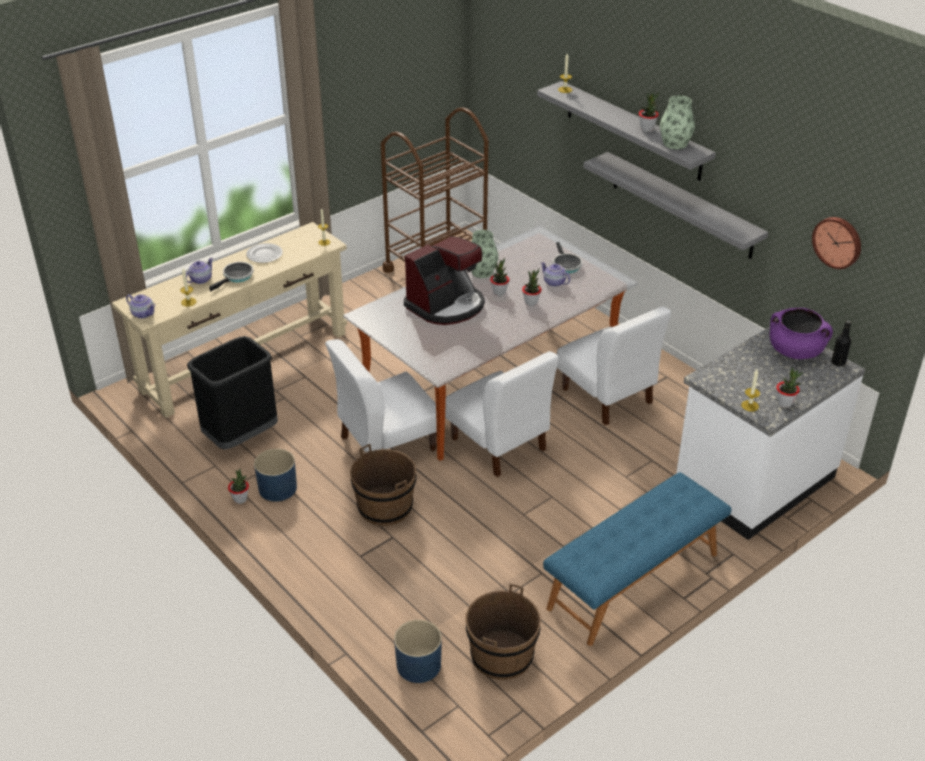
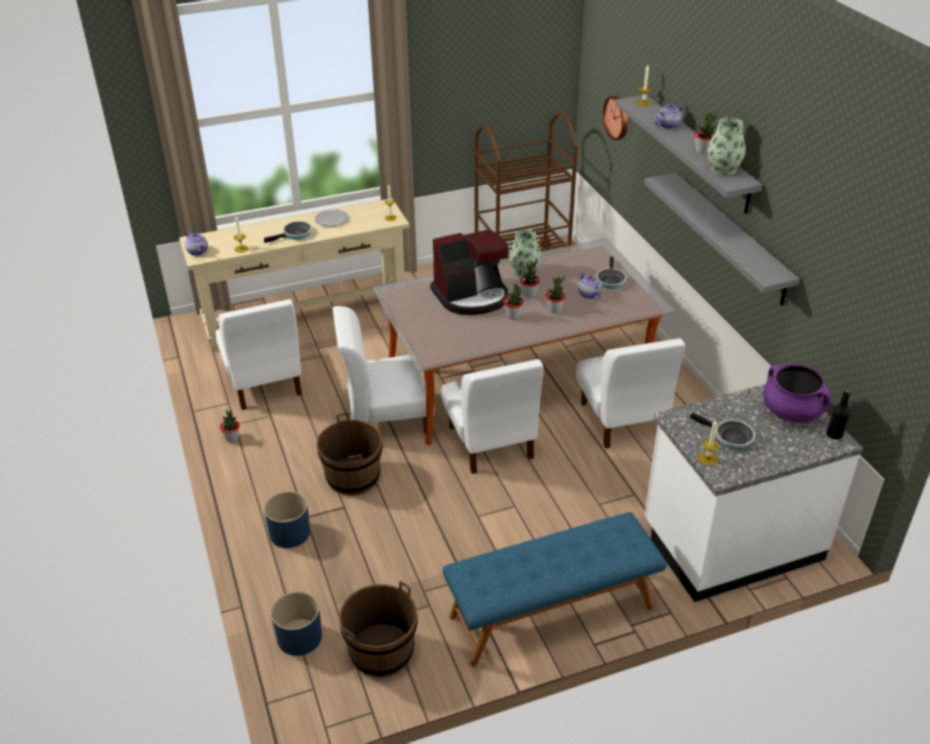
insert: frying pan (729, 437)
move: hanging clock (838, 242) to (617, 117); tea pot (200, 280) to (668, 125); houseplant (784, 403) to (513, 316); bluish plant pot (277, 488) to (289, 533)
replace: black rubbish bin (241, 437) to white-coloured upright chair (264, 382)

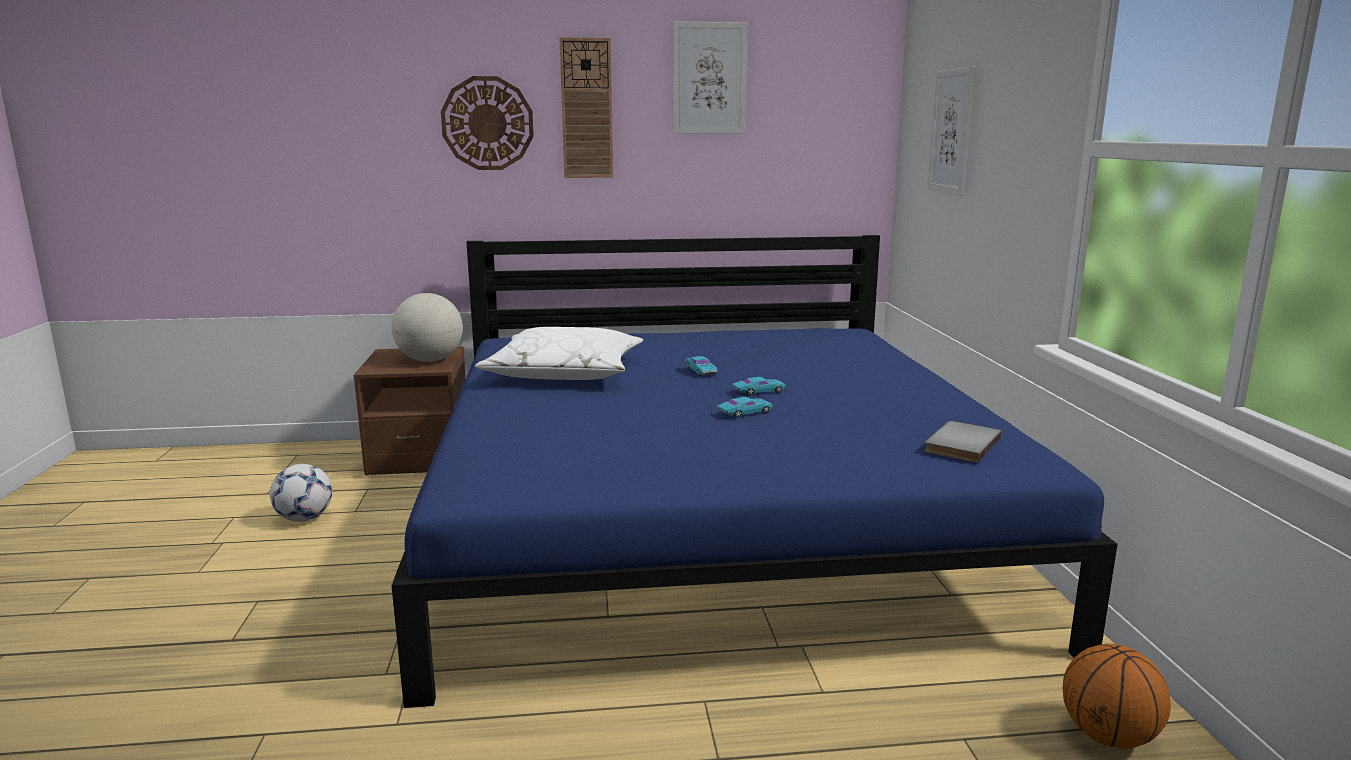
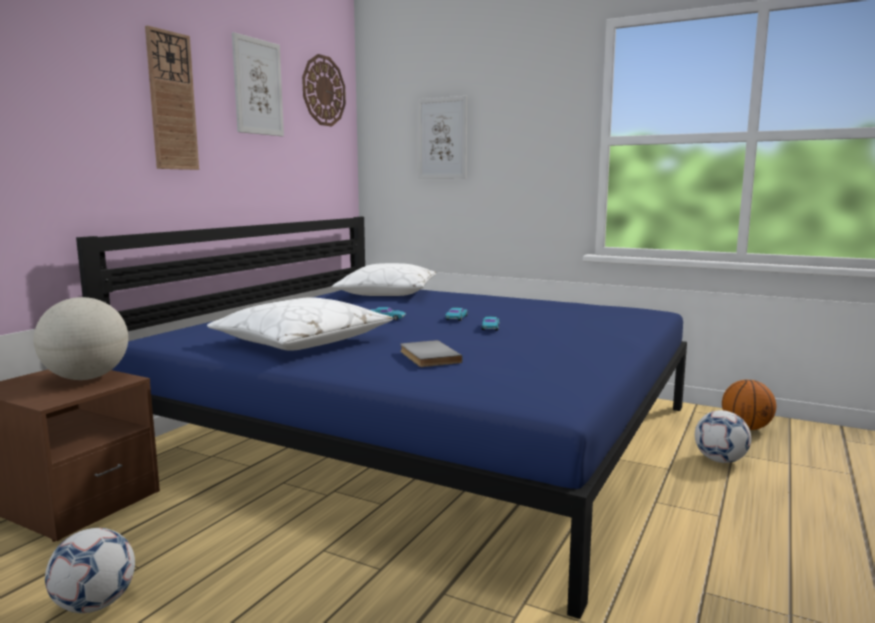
insert: white-coloured cushion (387, 293); football (720, 460)
move: hanging clock (487, 123) to (323, 91); greyish volume (959, 444) to (427, 357)

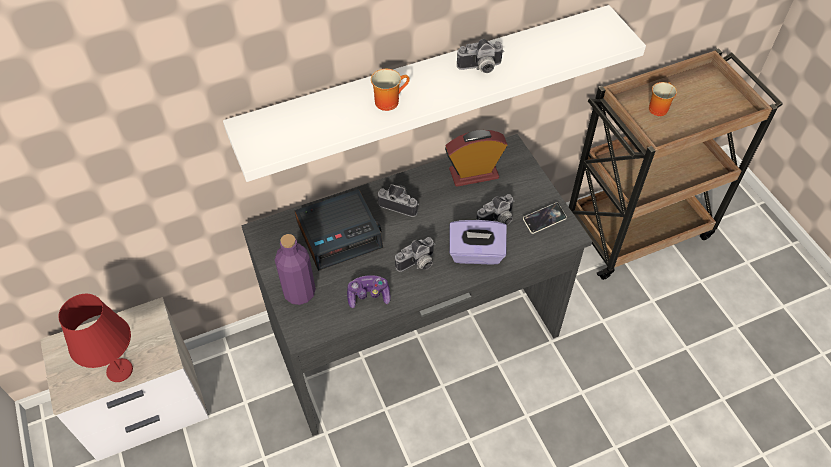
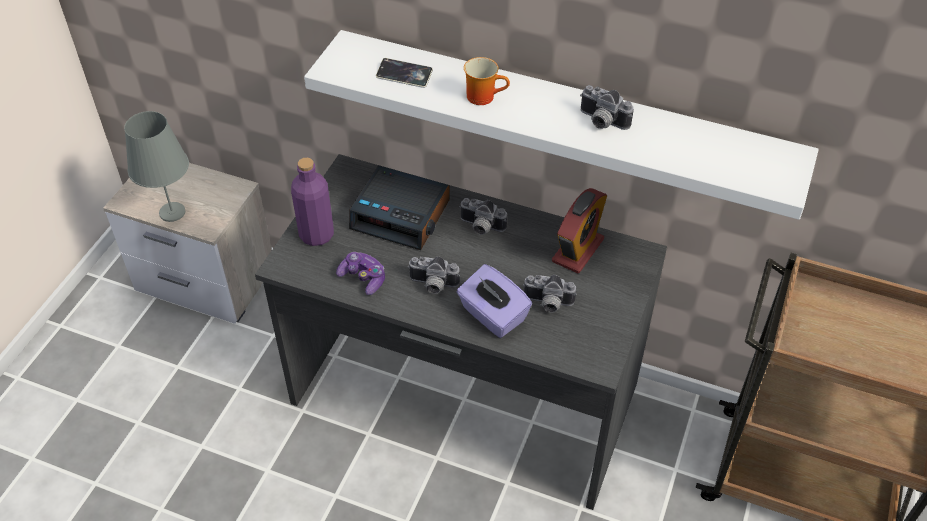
delete: tea mug (657, 107)
move: handset (544, 220) to (404, 76)
recolor: red-coloured tabletop lamp (120, 371) to greyish tabletop lamp (172, 212)
rotate: table clock (474, 174) = (578, 250) 90 degrees clockwise; photo camera (400, 203) = (480, 227) 135 degrees clockwise

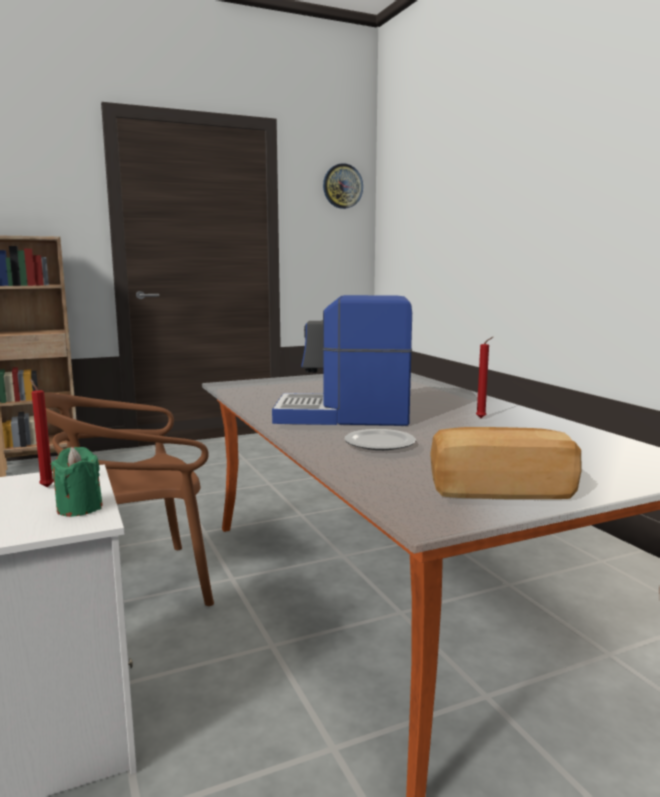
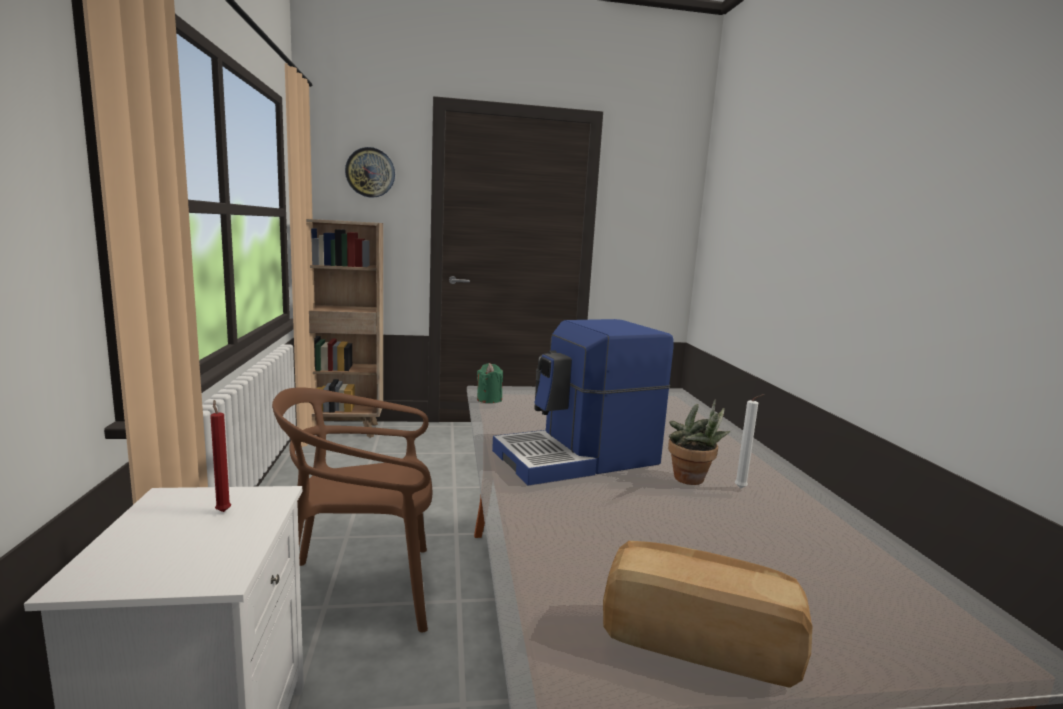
delete: plate (378, 443)
insert: houseplant (692, 481)
move: hanging clock (342, 186) to (370, 172); green wax candle (79, 508) to (489, 399)
recolor: red-coloured wax candle (482, 418) to white-coloured wax candle (742, 489)
rotate: coffee maker (343, 416) = (578, 458) 45 degrees counterclockwise

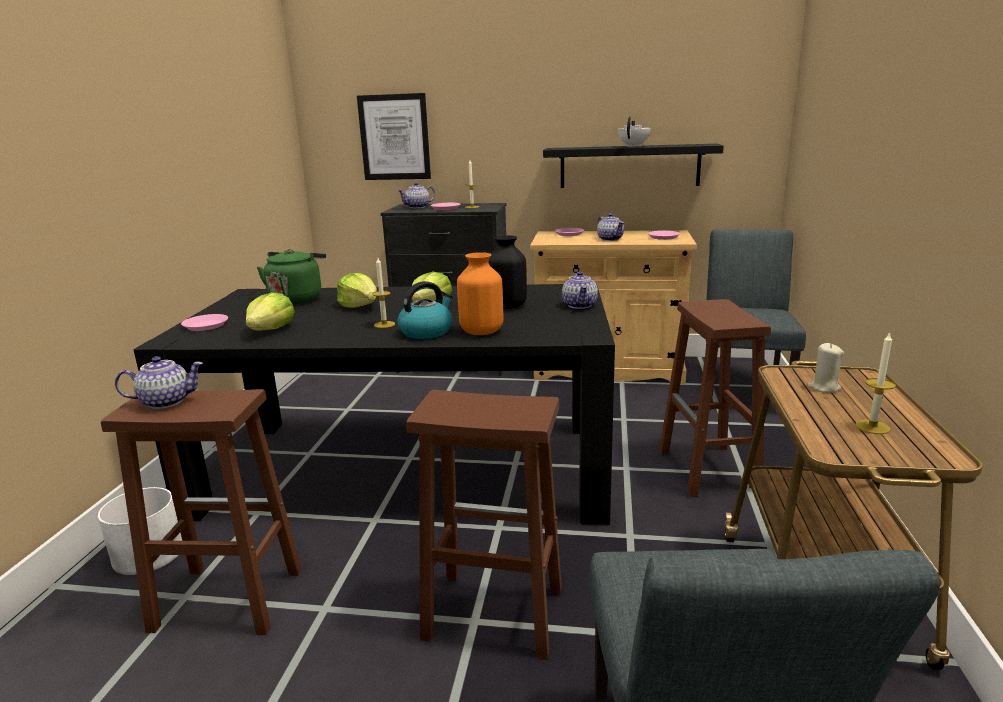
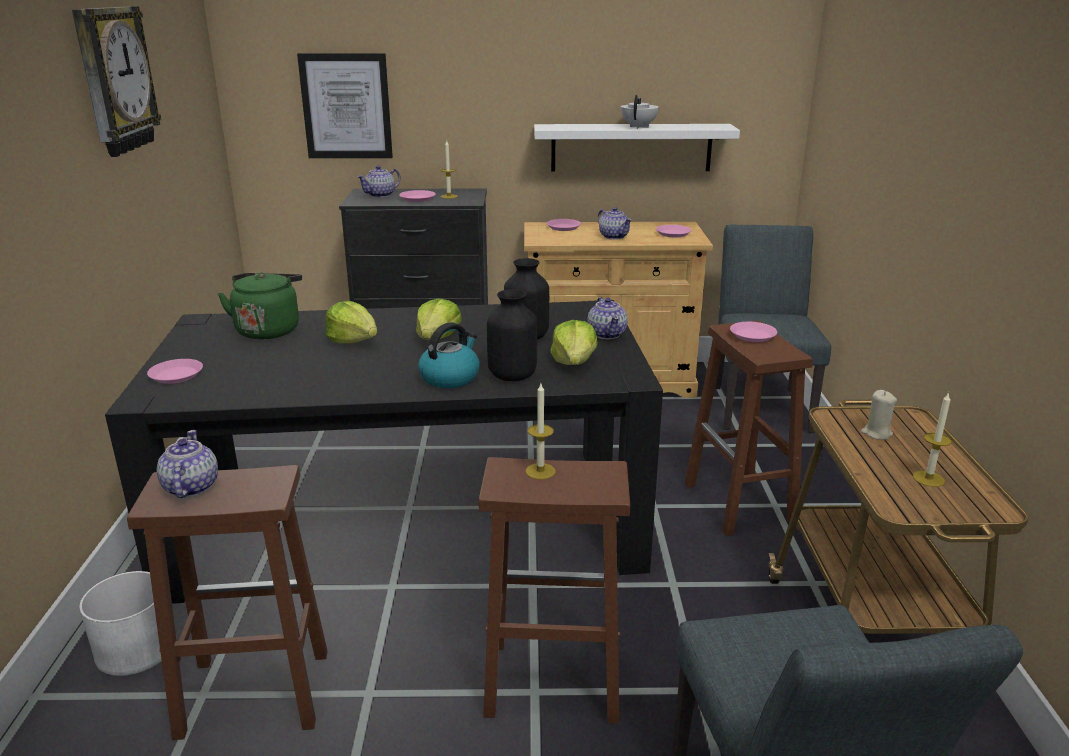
insert: hanging clock (114, 80); pink plate (753, 335)
move: wax candle (384, 324) to (540, 471); lettuce head (271, 330) to (574, 362)
recolor: black bracket shelf (629, 166) to white-coloured bracket shelf (631, 147); orangey decorative vase (482, 331) to black decorative vase (513, 375)
rotate: tea pot (165, 401) = (190, 487) 75 degrees counterclockwise

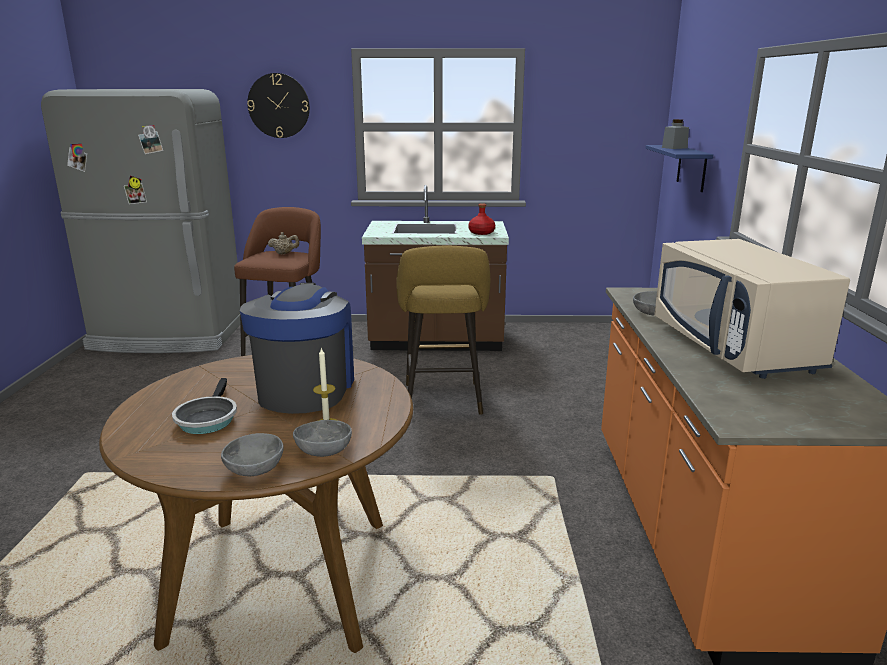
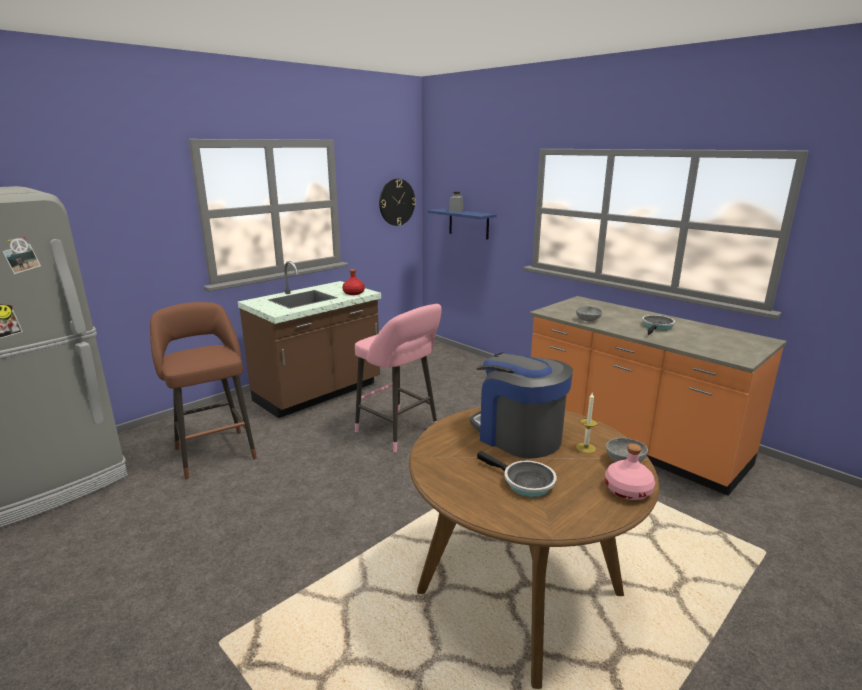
delete: beige-coloured tea pot (284, 253)
move: hanging clock (279, 105) to (396, 202)
replace: beige-coloured microwave oven (734, 348) to frying pan (657, 327); greyish bowl (254, 470) to pink beverage bottle (628, 490)
recolor: yellow-coloured sitting stool (443, 401) to pink sitting stool (400, 432)

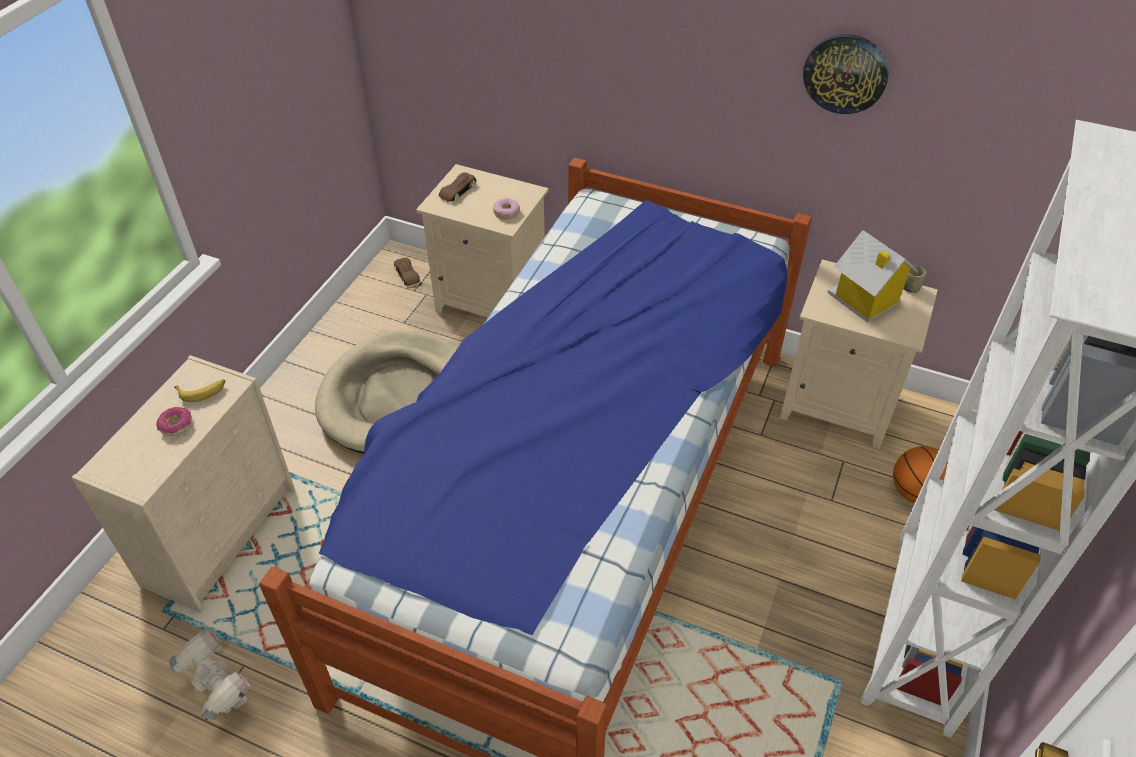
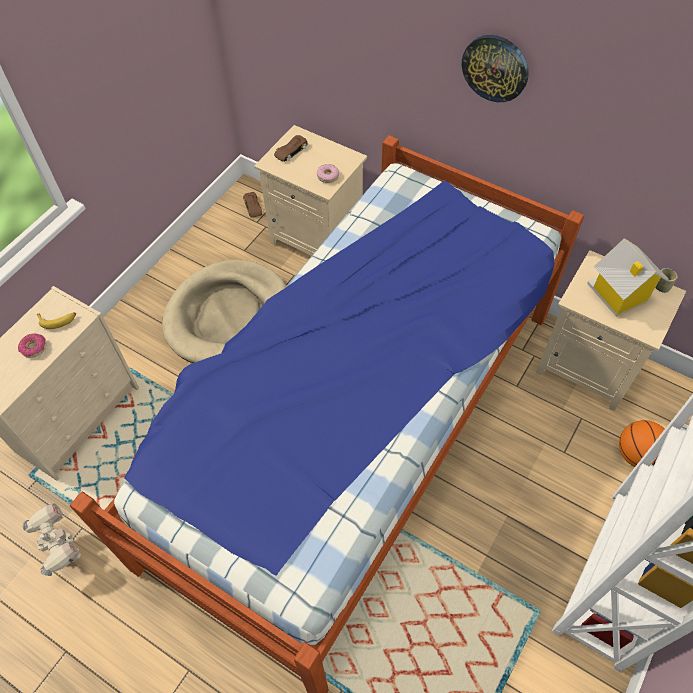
move: hanging clock (845, 73) to (495, 68)

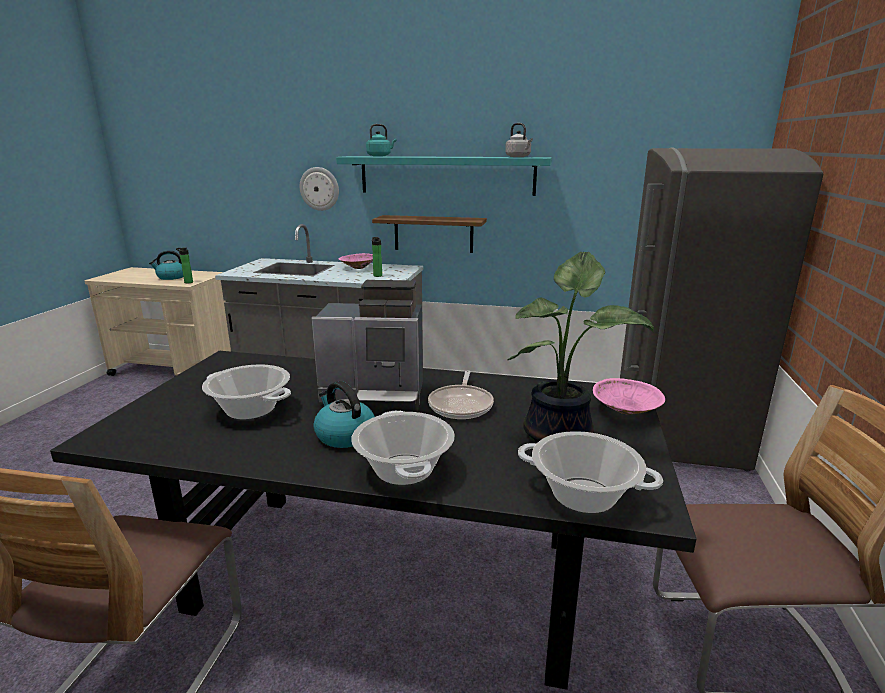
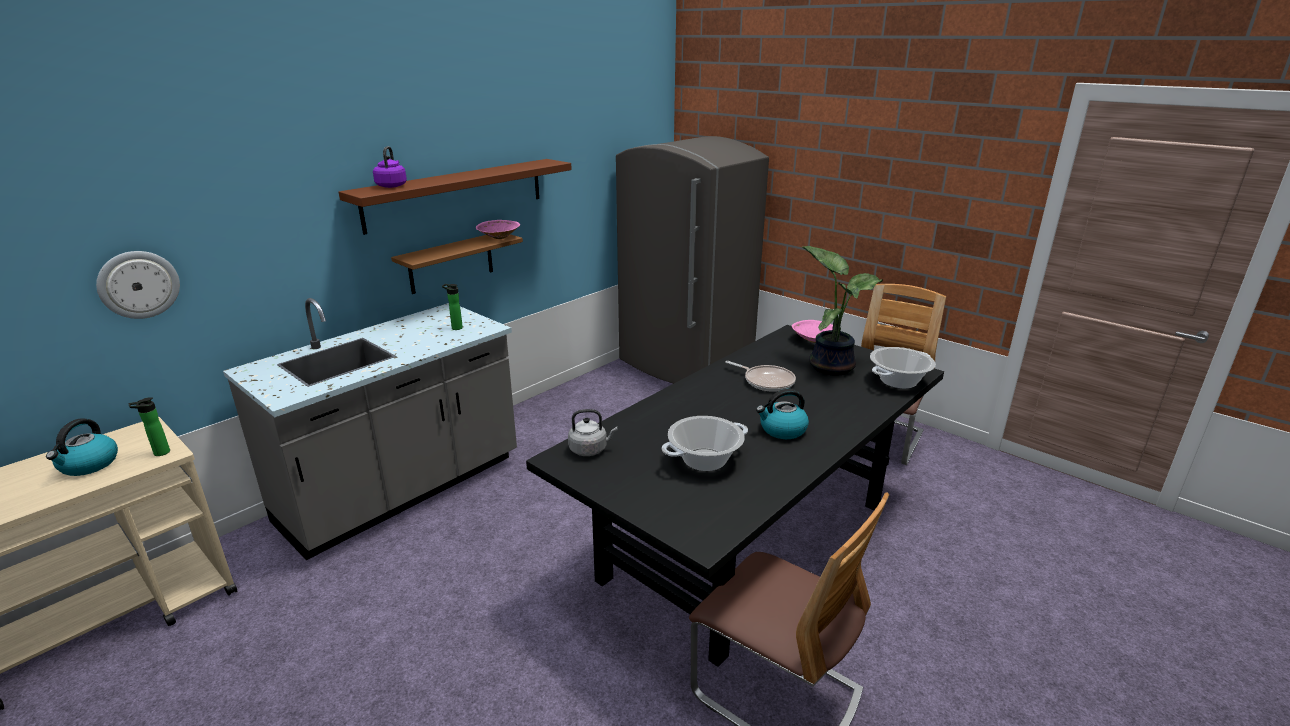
delete: coffee maker (377, 398); stockpot (404, 469)
move: greyish kettle (519, 157) to (590, 449); hanging clock (319, 188) to (138, 284); pink bowl (358, 268) to (498, 238)
recolor: turquoise kettle (380, 156) to purple kettle (392, 185); turquoise bracket shelf (446, 175) to brownish bracket shelf (457, 194)

